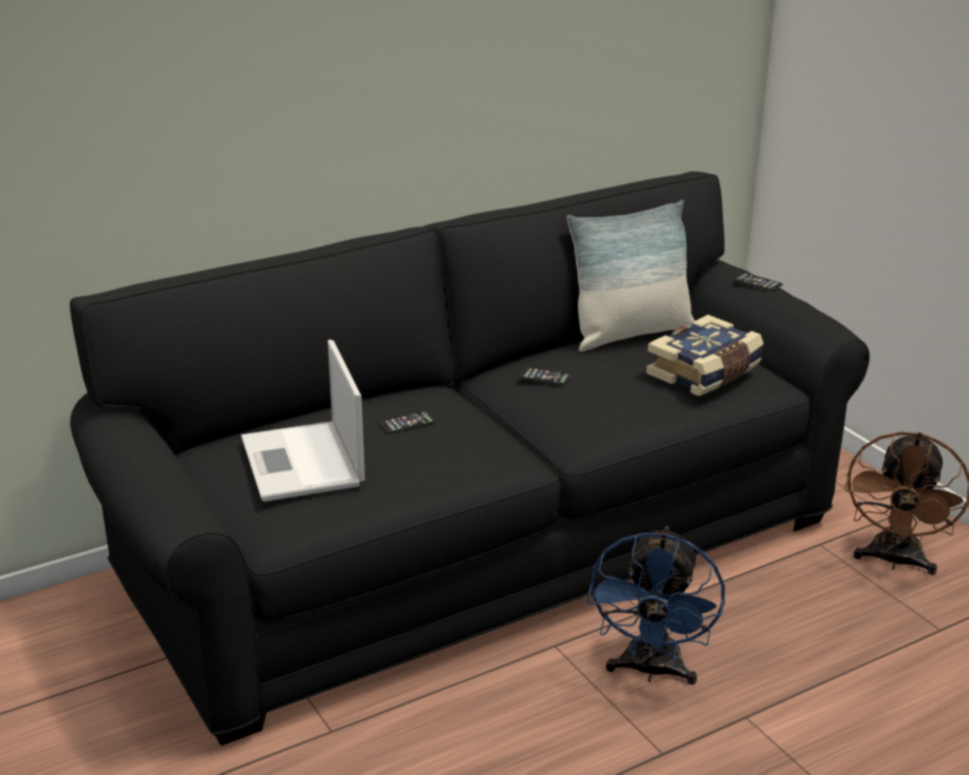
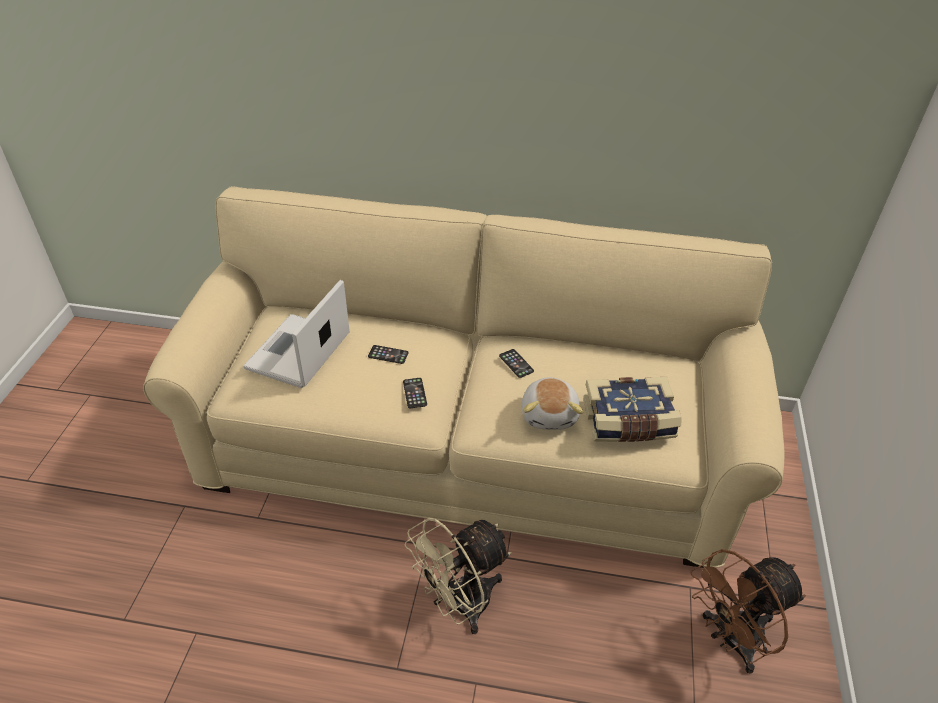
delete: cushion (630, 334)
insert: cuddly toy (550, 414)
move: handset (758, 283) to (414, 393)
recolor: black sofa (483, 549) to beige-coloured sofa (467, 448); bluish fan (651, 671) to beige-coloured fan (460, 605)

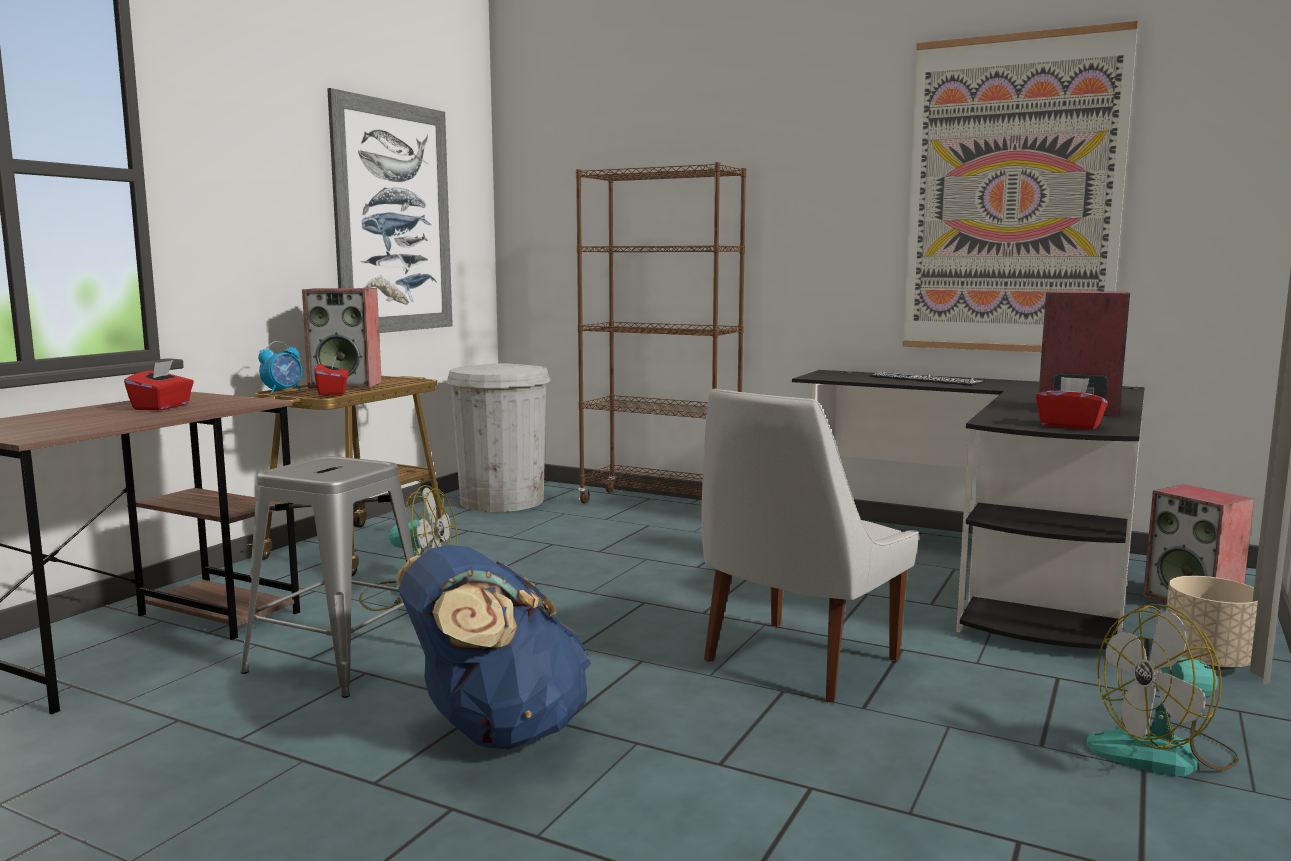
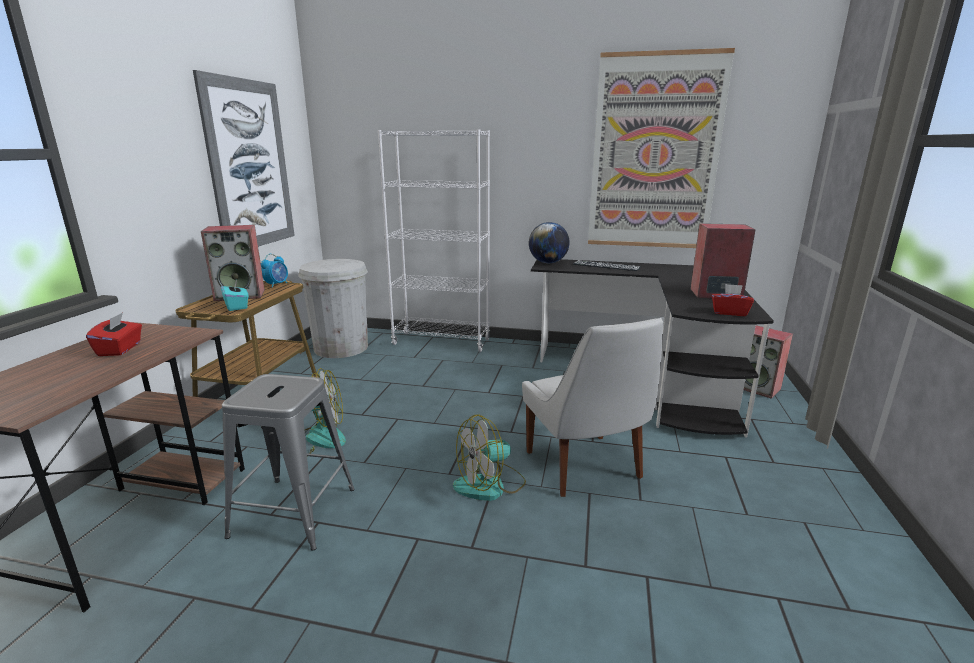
delete: bluish backpack (495, 732); beige-coloured plant pot (1207, 662)
insert: desk globe (548, 262)
move: table clock (283, 391) to (277, 284); fan (1163, 753) to (490, 485)
recolor: brownish shelving unit (660, 505) to white-coloured shelving unit (442, 342); red-coloured box of tissues (333, 393) to turquoise box of tissues (237, 306)
rotate: white-coloured upright chair (796, 662) = (585, 467) 45 degrees counterclockwise

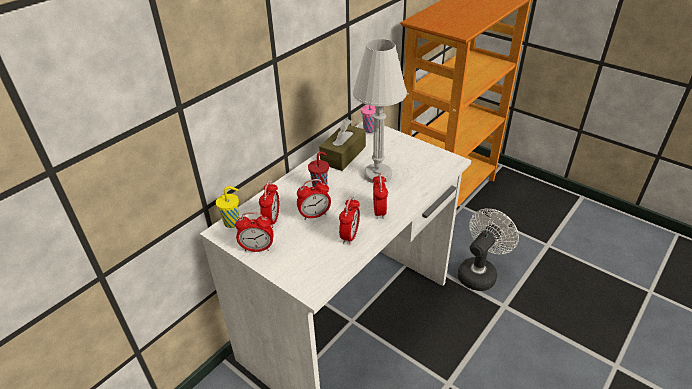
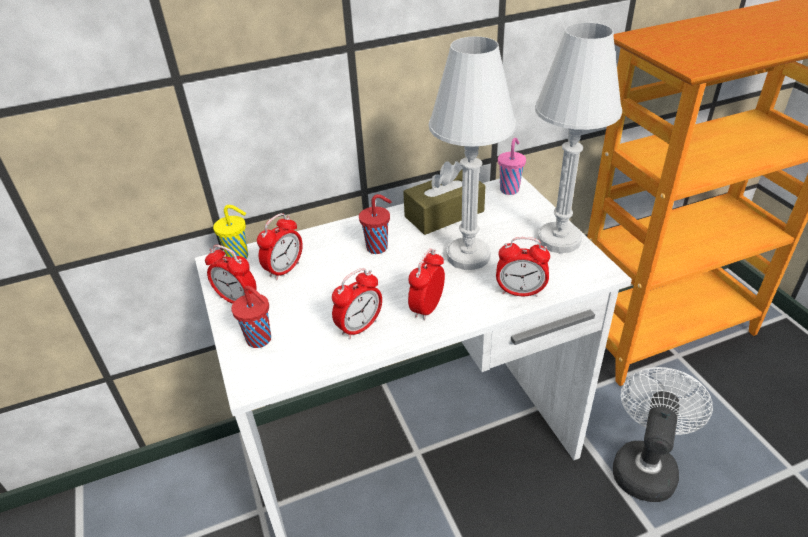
insert: white-coloured tabletop lamp (559, 240); red-coloured small cup (260, 340)
move: table clock (314, 215) to (520, 292)
rotate: white-coloured fan (480, 272) = (645, 465) 45 degrees counterclockwise

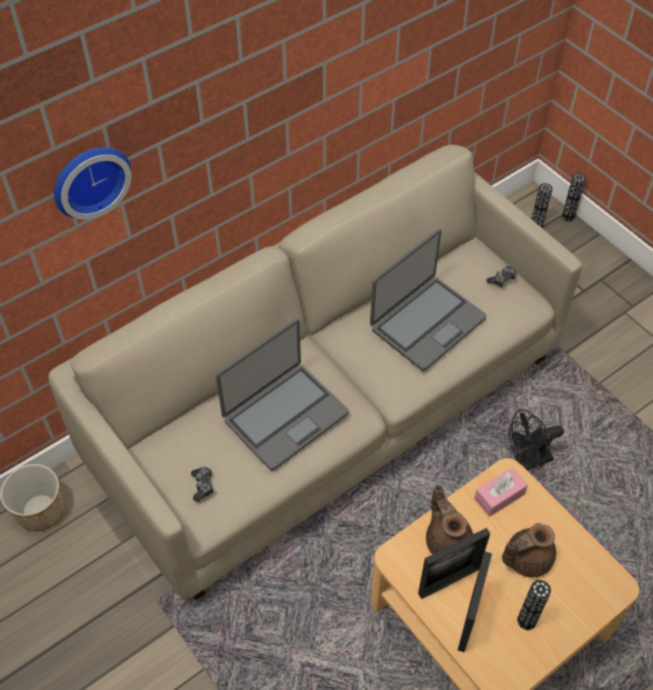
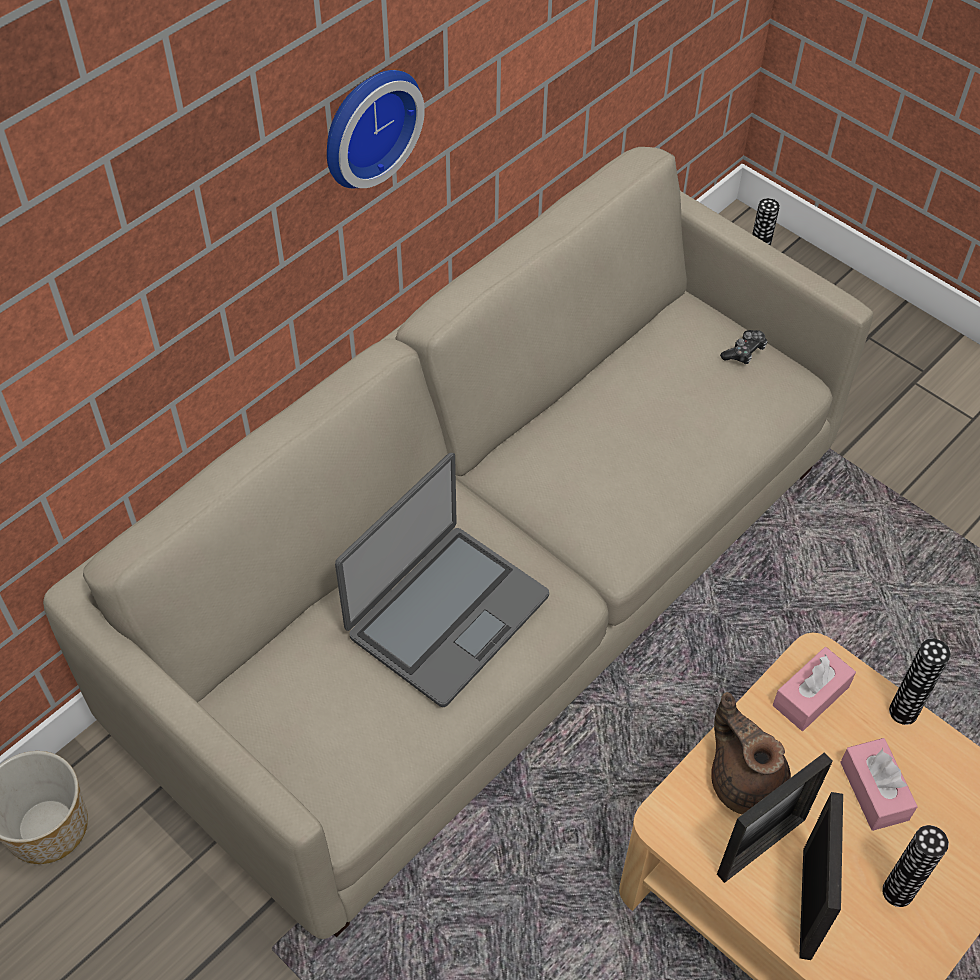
delete: portable computer (427, 323); black fan (528, 461); gamepad (203, 485)
move: hanging clock (89, 178) to (366, 124); decorative vase (568, 216) to (903, 711)
replace: brownish tea pot (525, 559) to pink box of tissues (874, 791)

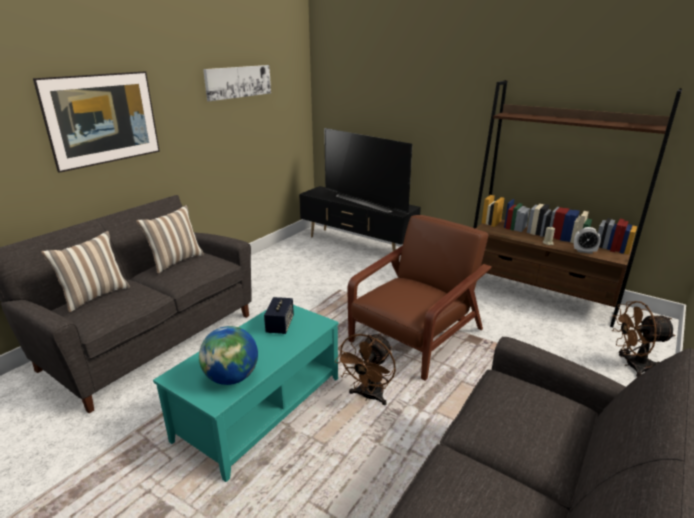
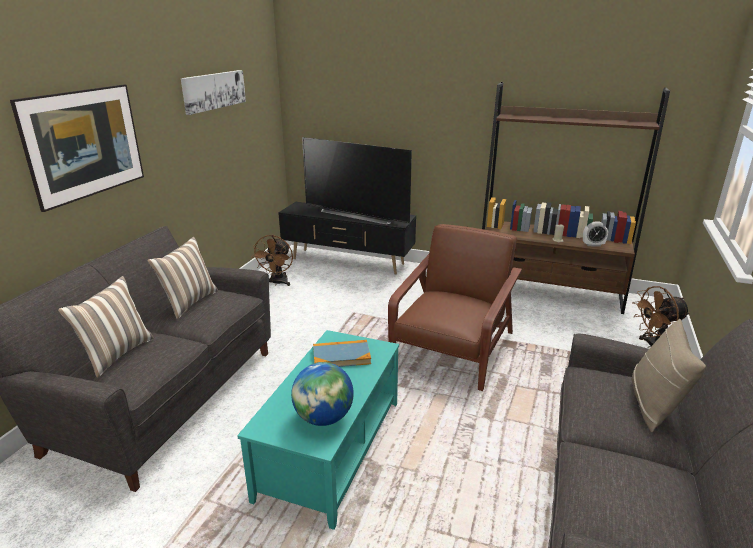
insert: beige-coloured cushion (654, 405)
move: brownish fan (368, 396) to (277, 283)
replace: audio speaker (280, 325) to volume (341, 356)

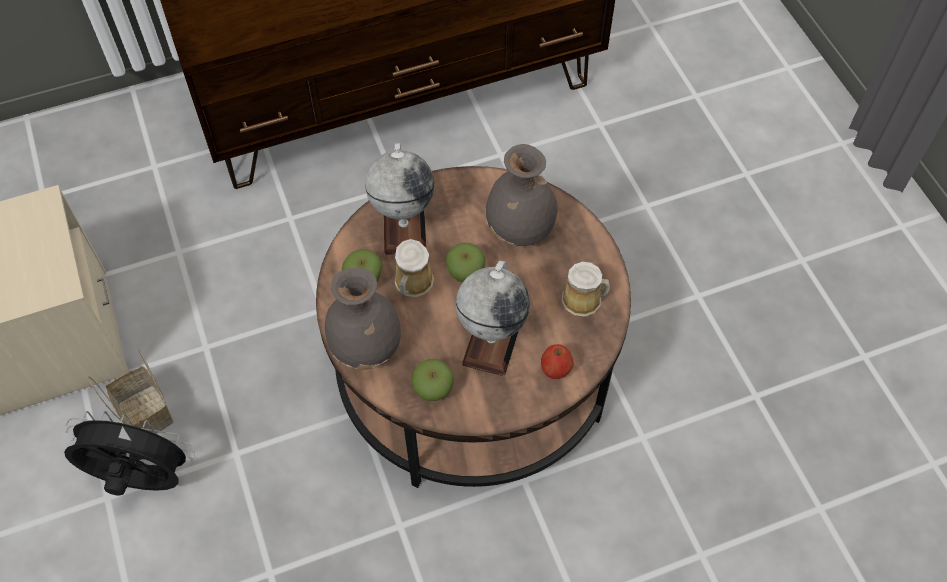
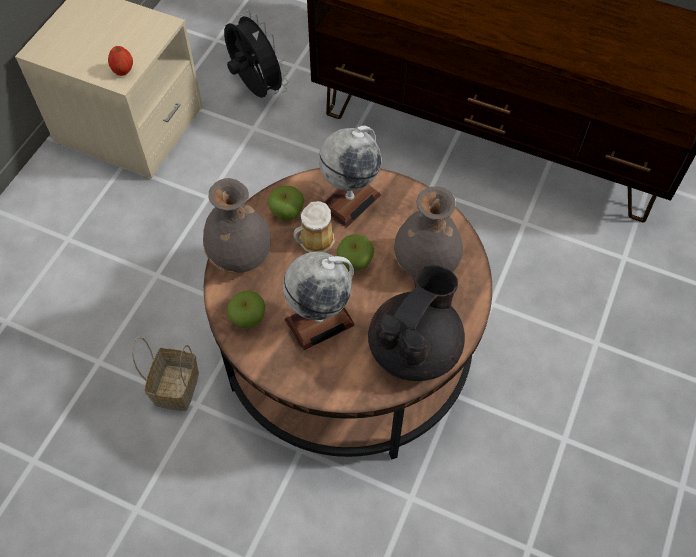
move: apple (555, 370) to (123, 71); household basket (144, 412) to (176, 386); black fan (142, 480) to (256, 89)
replace: tea mug (584, 300) to black tea pot (415, 348)

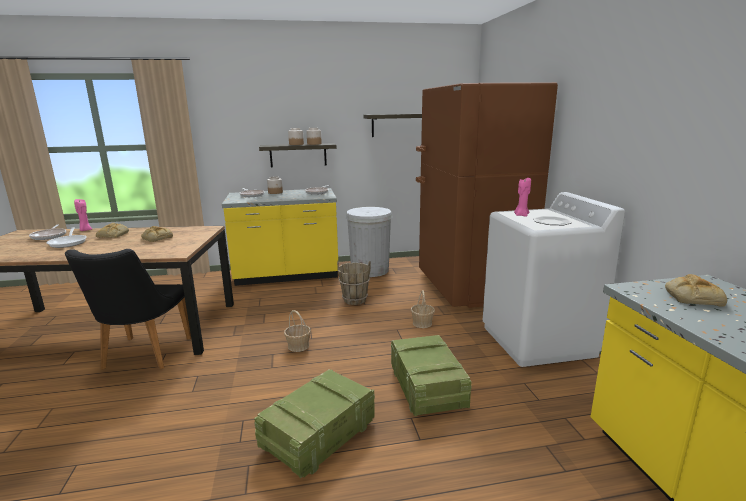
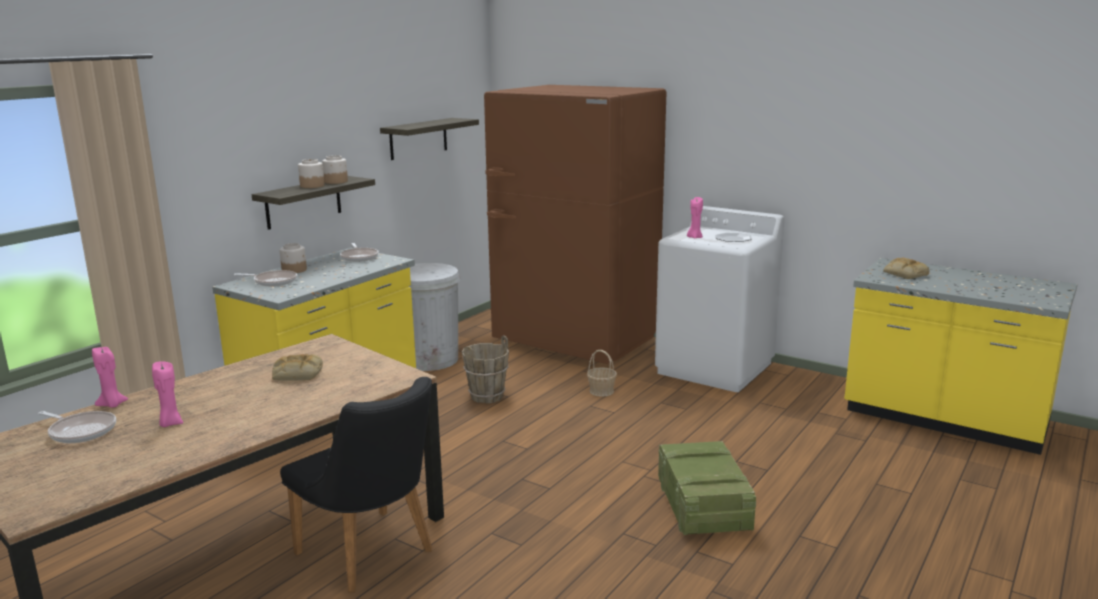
delete: baked bread (113, 235); household basket (298, 346); crate (427, 389)
replace: frying pan (69, 242) to pink wax candle (170, 423)

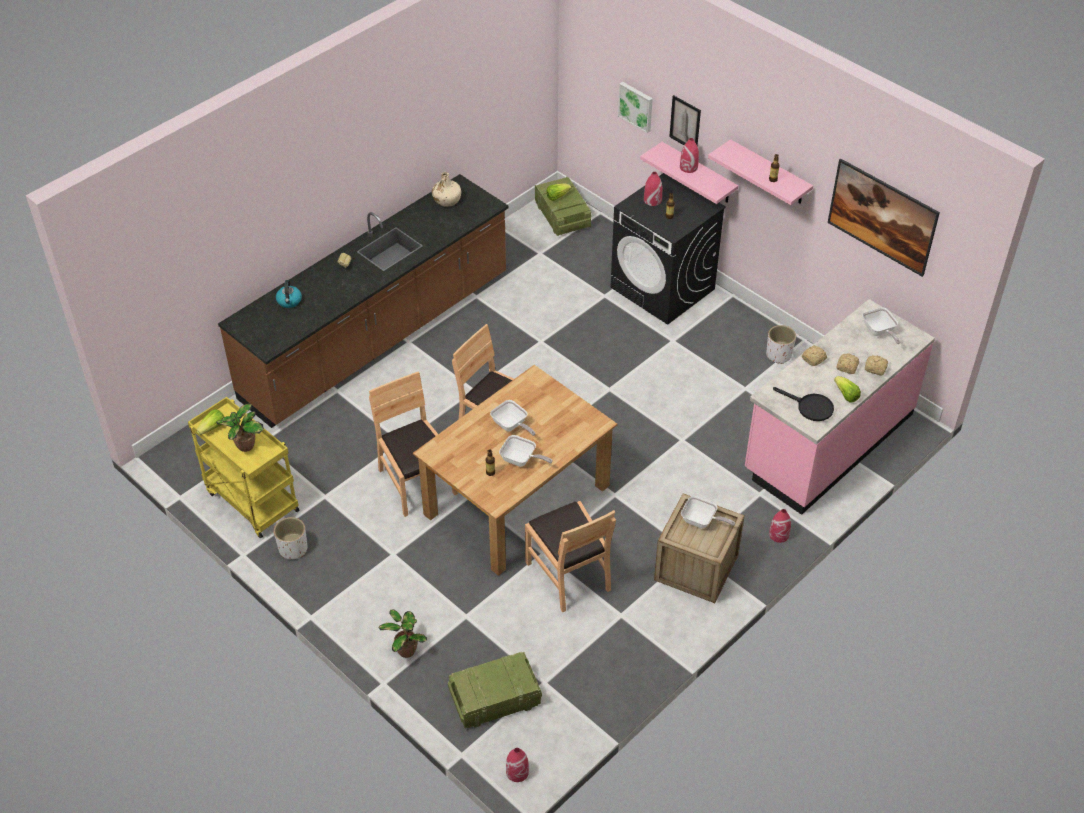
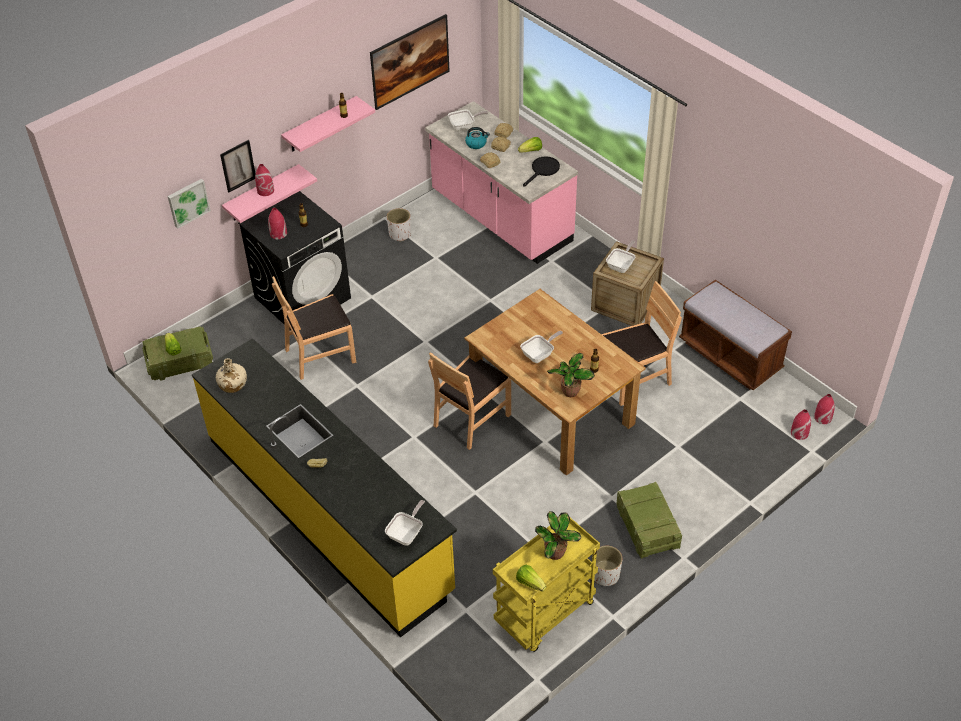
insert: brownish long seat (730, 356)
move: kettle (289, 301) to (476, 143); brownish upright chair (416, 482) to (320, 355); frying pan (521, 460) to (407, 533); red-coloured decorative vase (779, 534) to (799, 433); houseplant (405, 650) to (569, 392); crate (494, 699) to (648, 529)
recolor: brownish counter (377, 337) to yellow-coloured counter (328, 513)

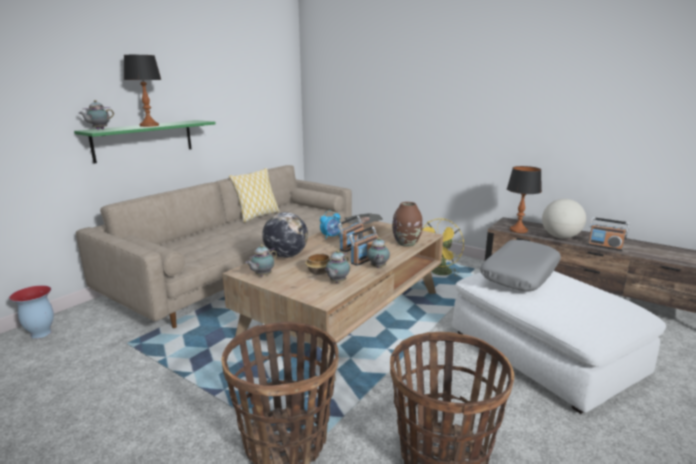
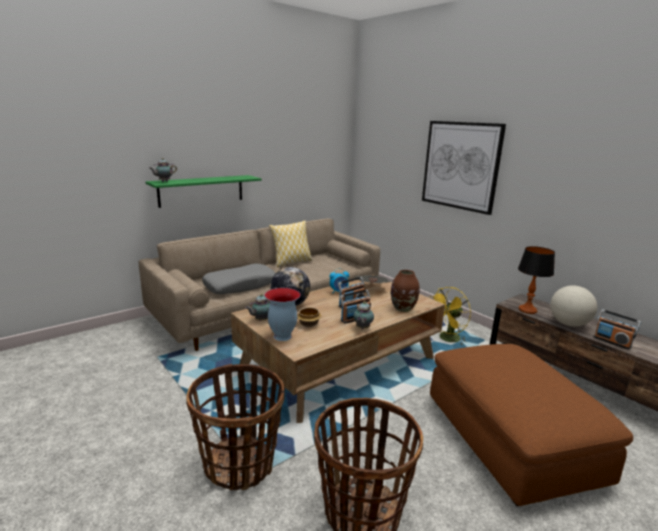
delete: tabletop lamp (149, 125); tea pot (337, 282)
insert: wall art (460, 165)
move: greyish cushion (519, 274) to (240, 286); decorative vase (40, 334) to (282, 336)
recolor: white-coloured ottoman (543, 353) to brownish ottoman (511, 438)

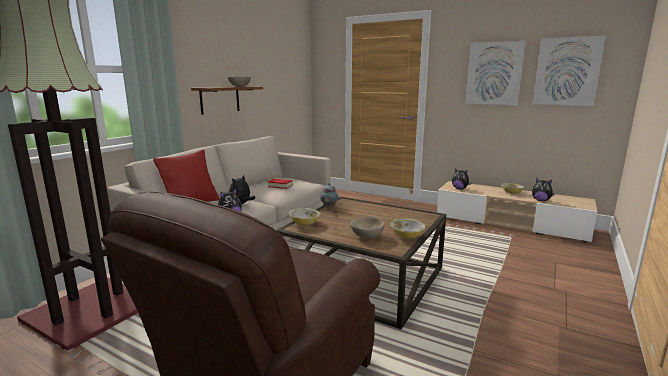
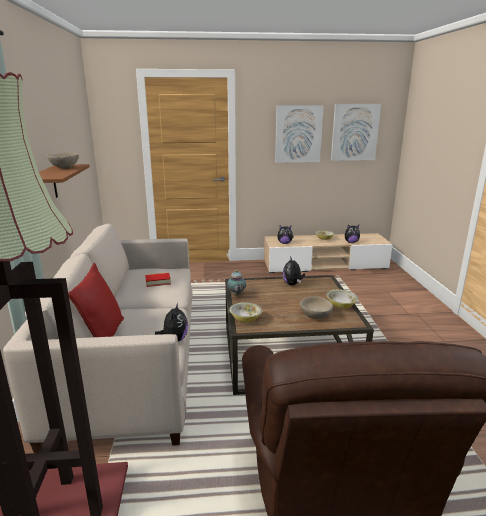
move: cuddly toy (241, 204) to (292, 284)

